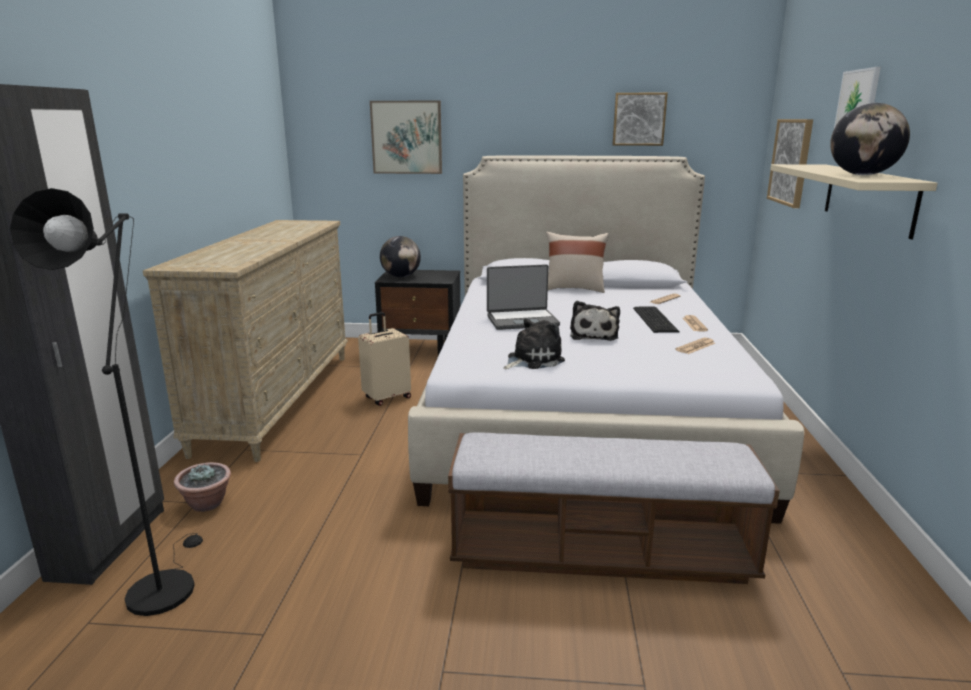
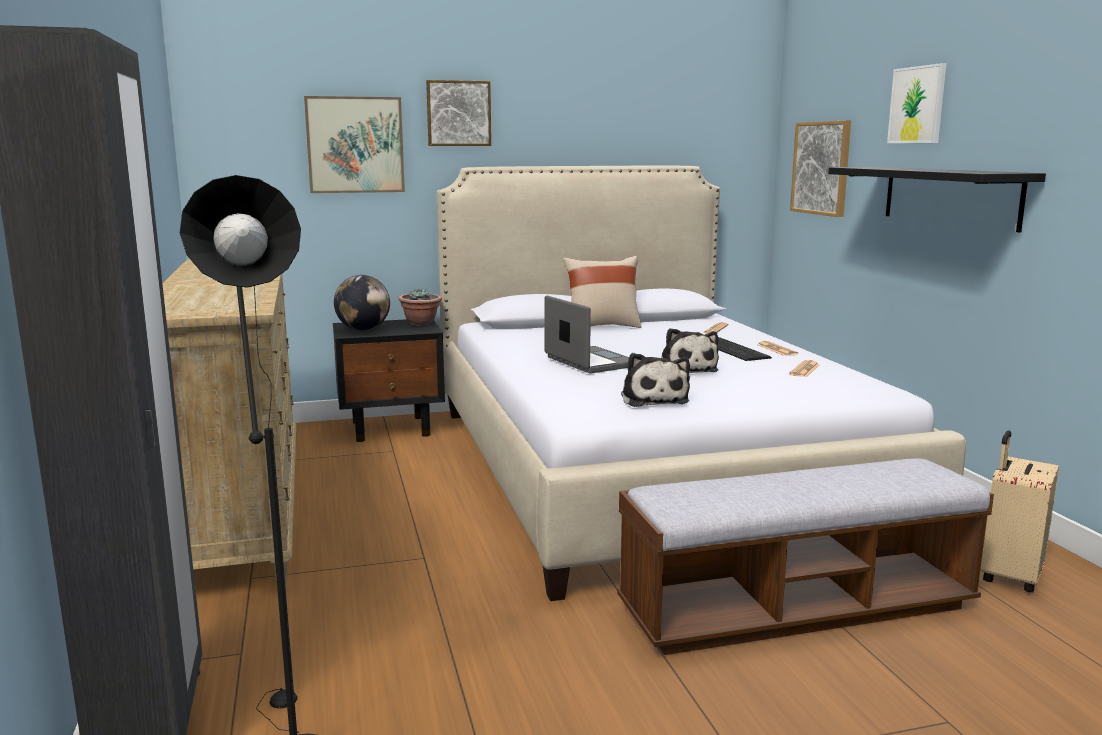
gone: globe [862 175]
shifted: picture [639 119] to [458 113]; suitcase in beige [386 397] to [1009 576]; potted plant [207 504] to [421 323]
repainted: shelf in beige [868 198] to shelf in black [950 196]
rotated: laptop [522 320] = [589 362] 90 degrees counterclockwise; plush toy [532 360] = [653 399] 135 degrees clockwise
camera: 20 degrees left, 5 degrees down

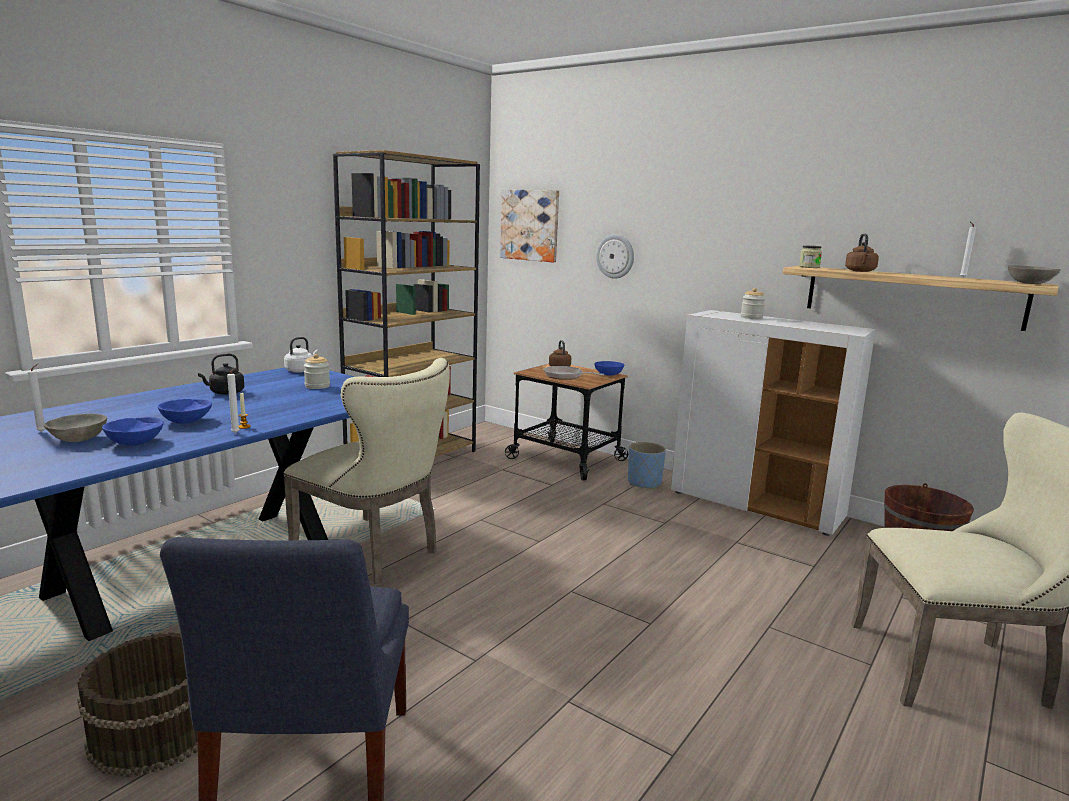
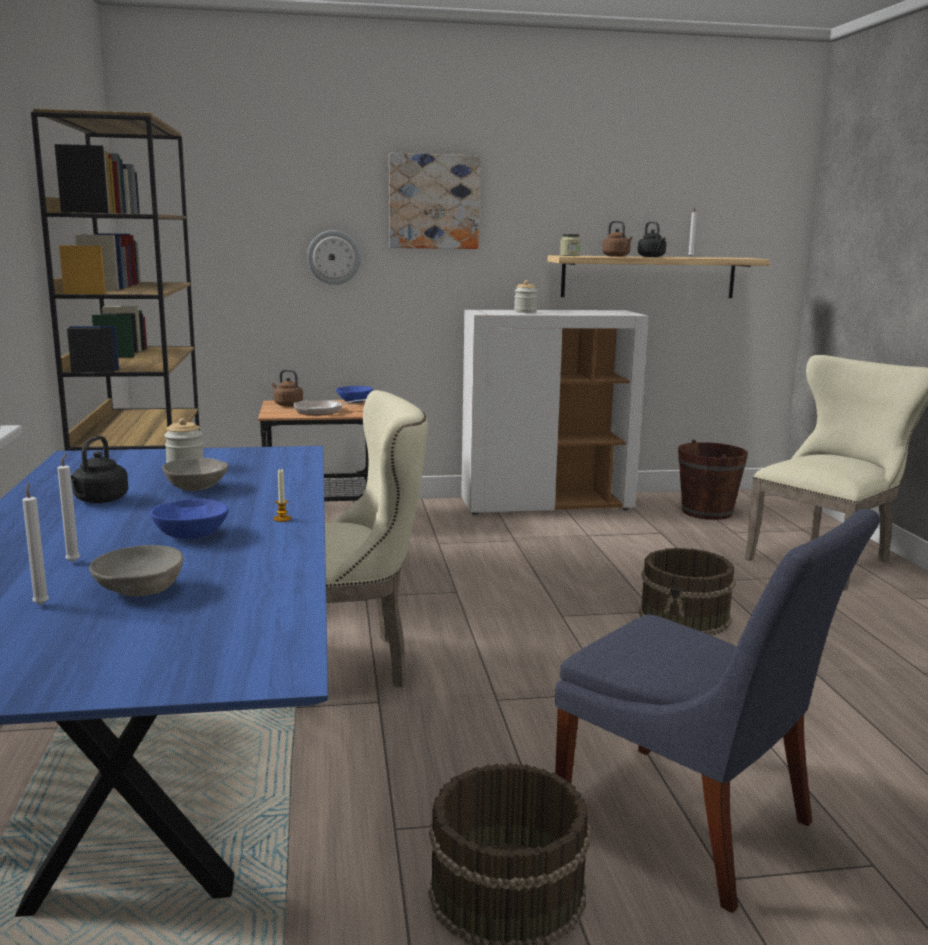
gone: kettle in white [301 370]; bowl in blue [134 443]; planter in blue [644 483]
new: kettle in black [652 256]; bucket in brown [685 617]
shifted: picture [530 225] to [433 202]; bowl in grey [1029 283] to [196 488]; candle in white [237 433] to [74 561]
camera: 45 degrees left, 0 degrees up

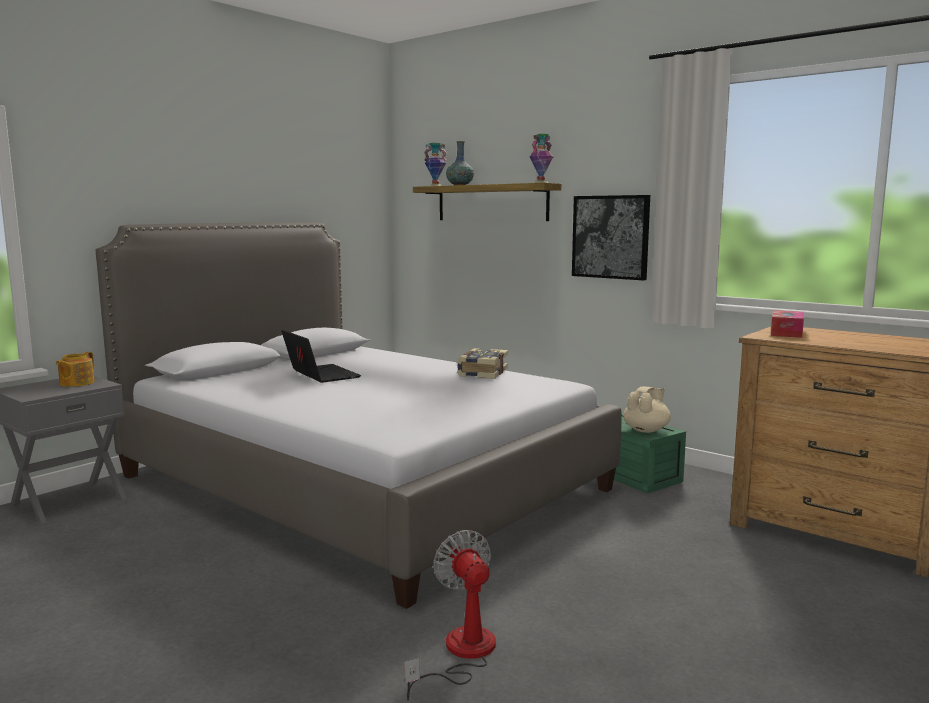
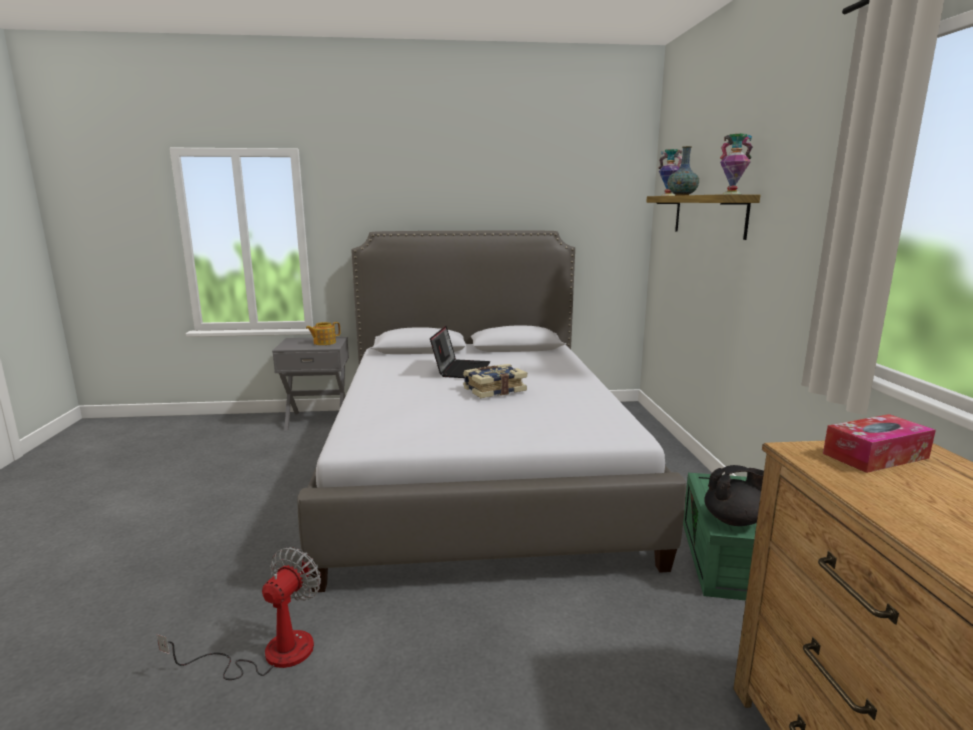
gone: picture [610 237]
shifted: book [481 373] to [494 390]
repainted: teapot in beige [646 430] to teapot in black [734 520]
camera: 45 degrees right, 5 degrees up

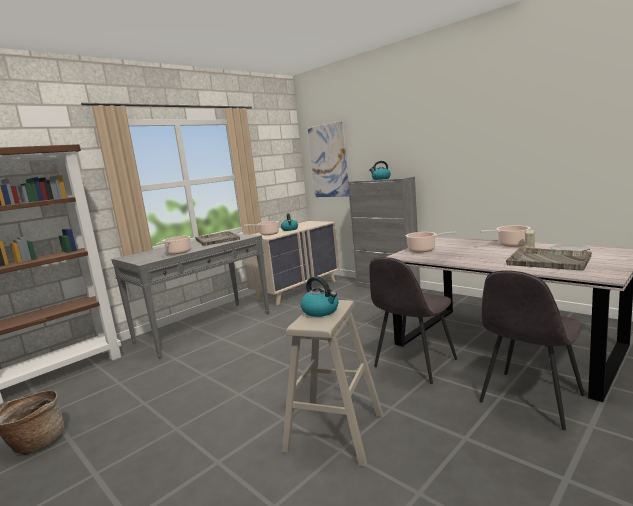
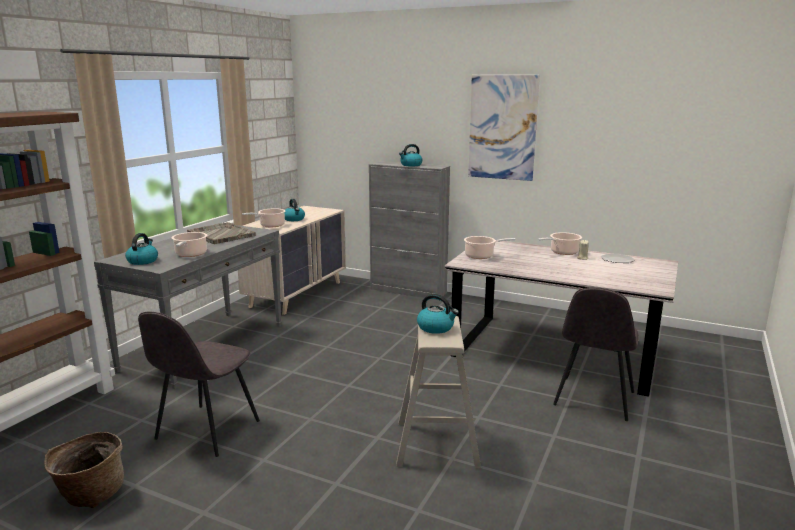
gone: tray in grey [547 260]
new: kettle [143 261]
shifted: picture [328 161] to [502 127]; chair in grey [414 364] to [206 431]
camera: 20 degrees left, 5 degrees up

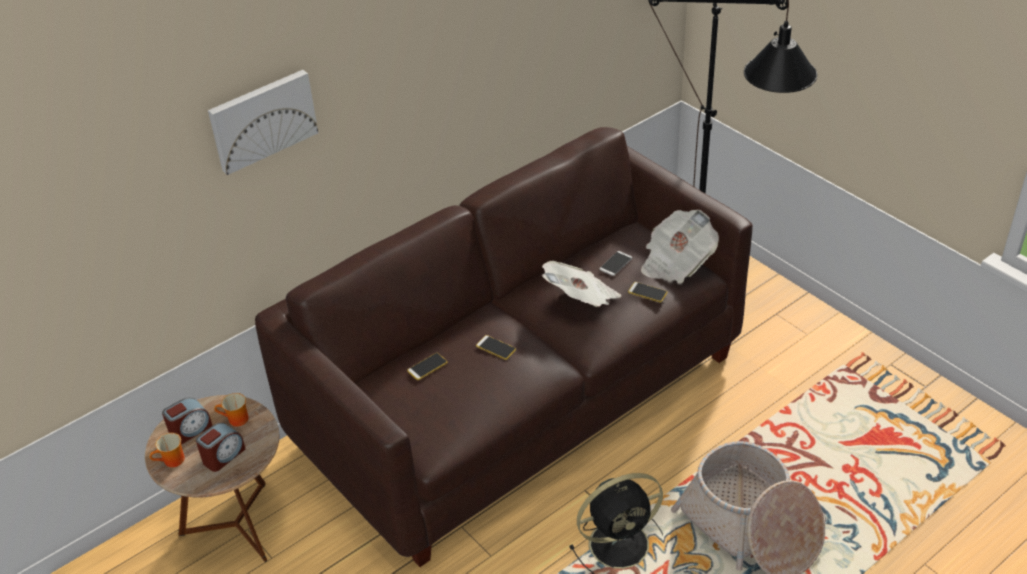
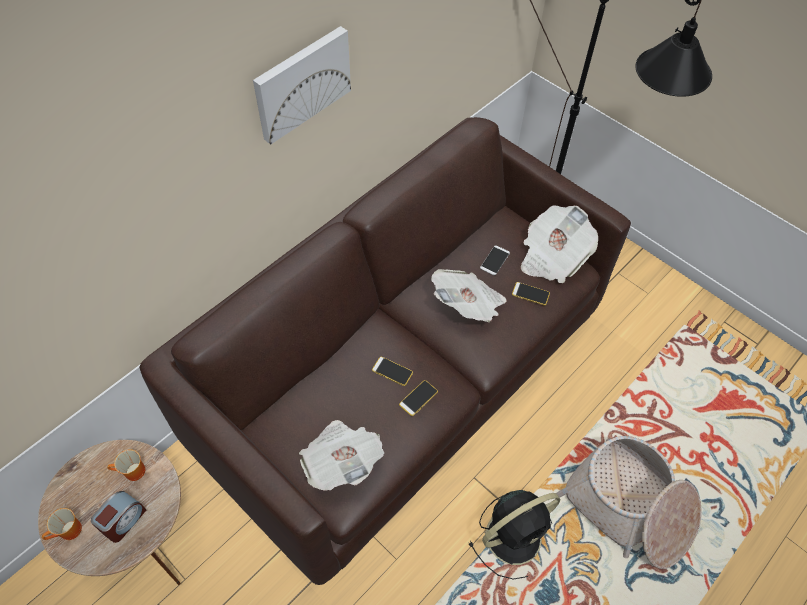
gone: alarm clock [190 430]
new: newspaper [341 461]
shifted: picture [262 119] to [301 83]; phone [427 367] to [418 398]
camera: 10 degrees left, 15 degrees up

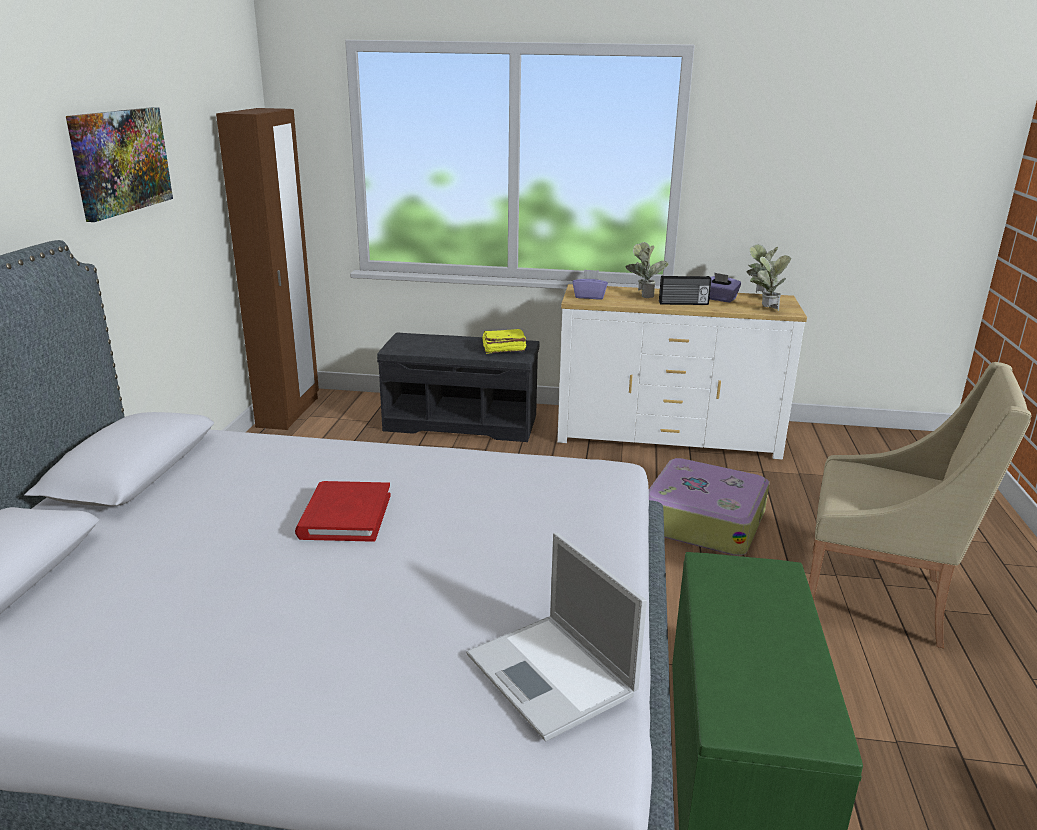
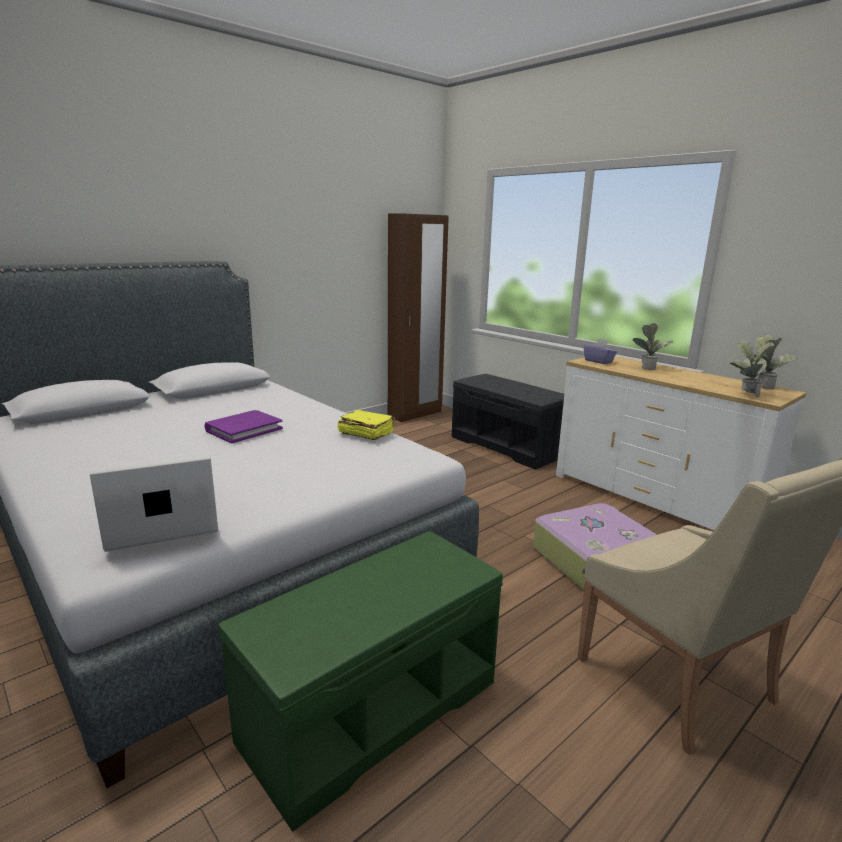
gone: picture [120 161]; tissue box in purple [719 299]; radio [683 303]
shifted: book in yellow [503 349] to [365 434]
repainted: book in red [345 516] to book in purple [244 429]
rotated: laptop [552 676] = [160 525] 60 degrees clockwise
camera: 40 degrees right, 5 degrees down

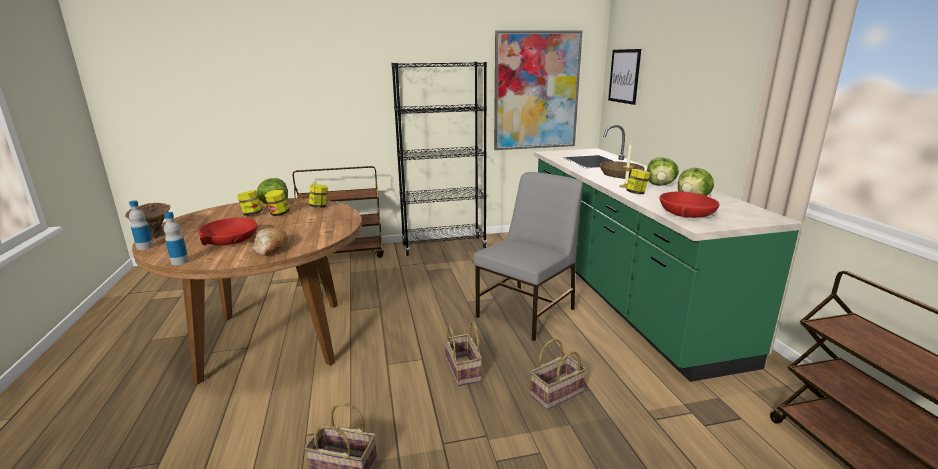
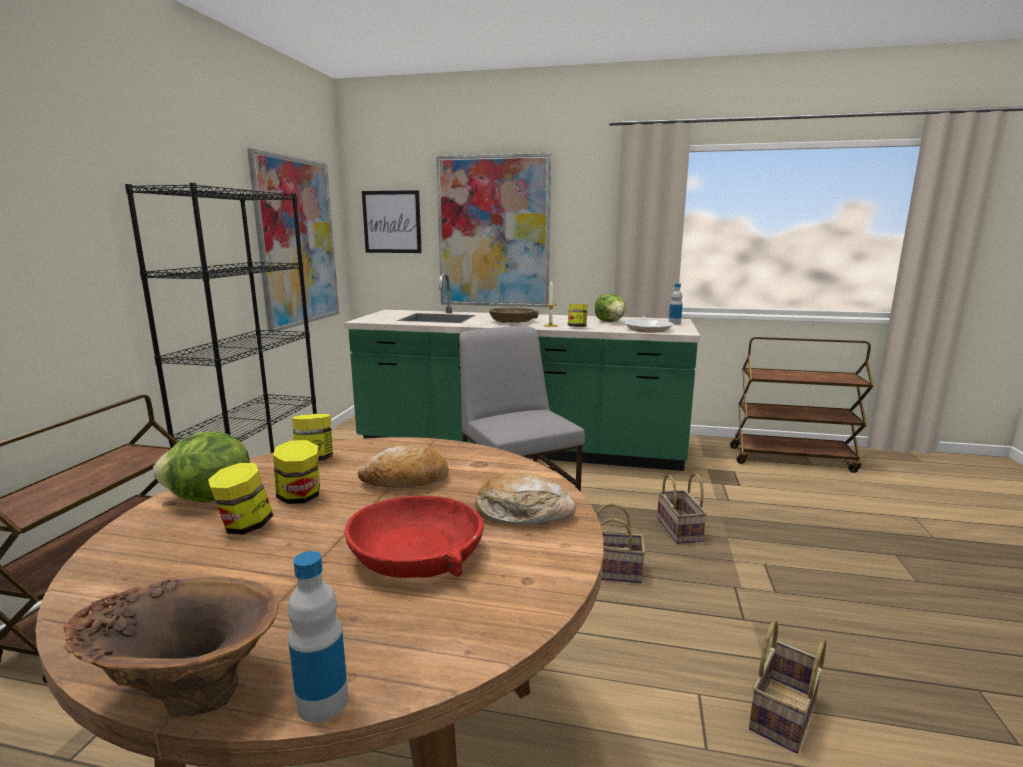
gone: lettuce [660 185]
new: picture [493 232]; bread [406 481]
shifted: bottle [180 262] to [674 323]
swapped: bowl in red [686 213] to frying pan [648 328]
camera: 65 degrees left, 5 degrees down

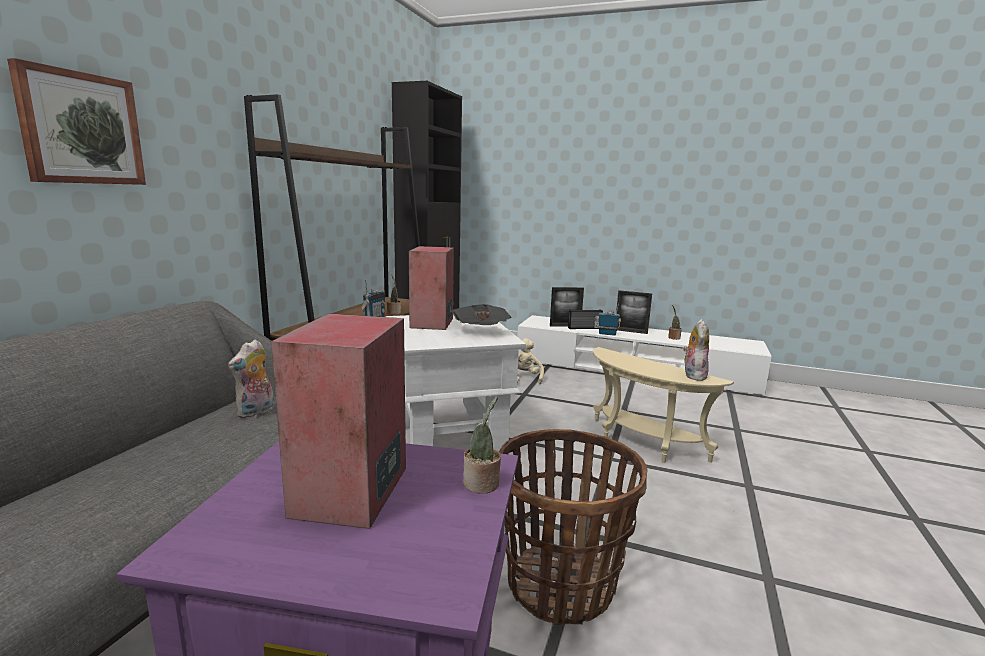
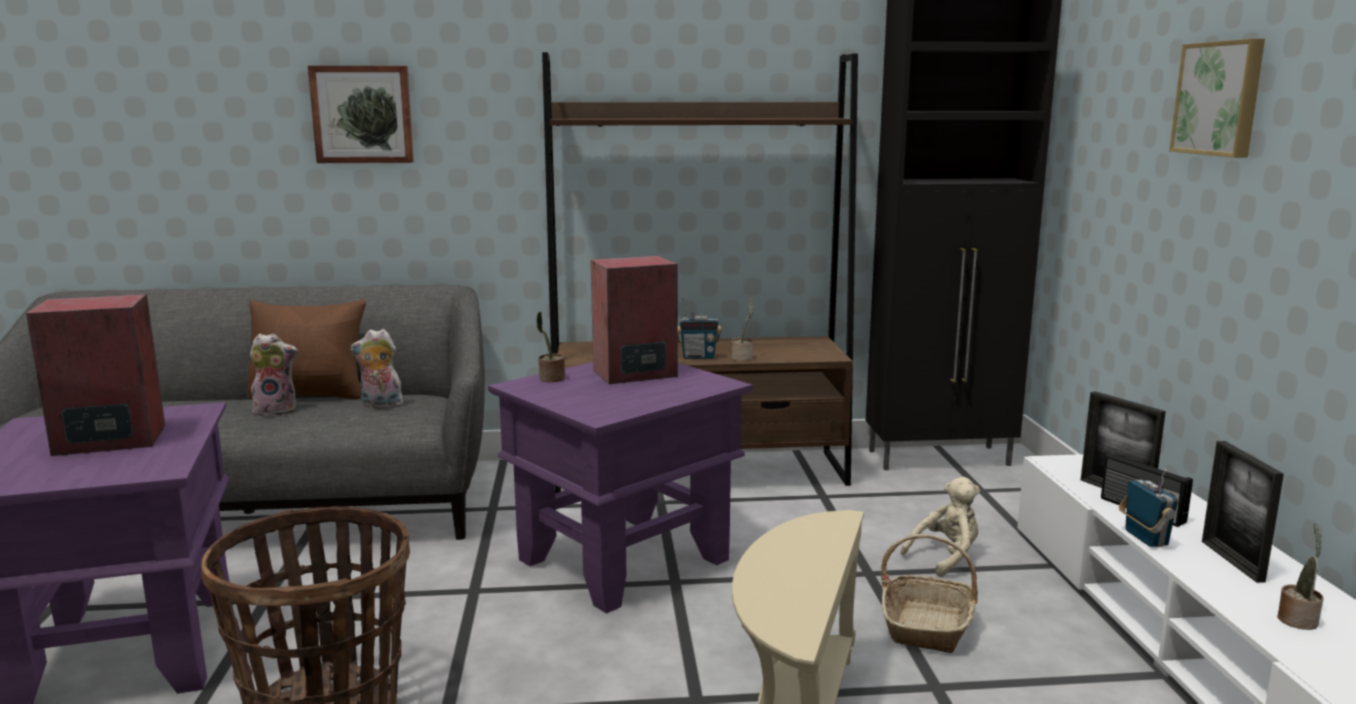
gone: newspaper [481 332]
new: picture [1220 98]; pillow in brown [310 394]; basket [927 625]
shifted: plush toy [693 375] to [277 410]; potted plant [482 485] to [550 379]
repainted: side table in white [448 442] to side table in purple [622 559]
camera: 65 degrees right, 0 degrees up

